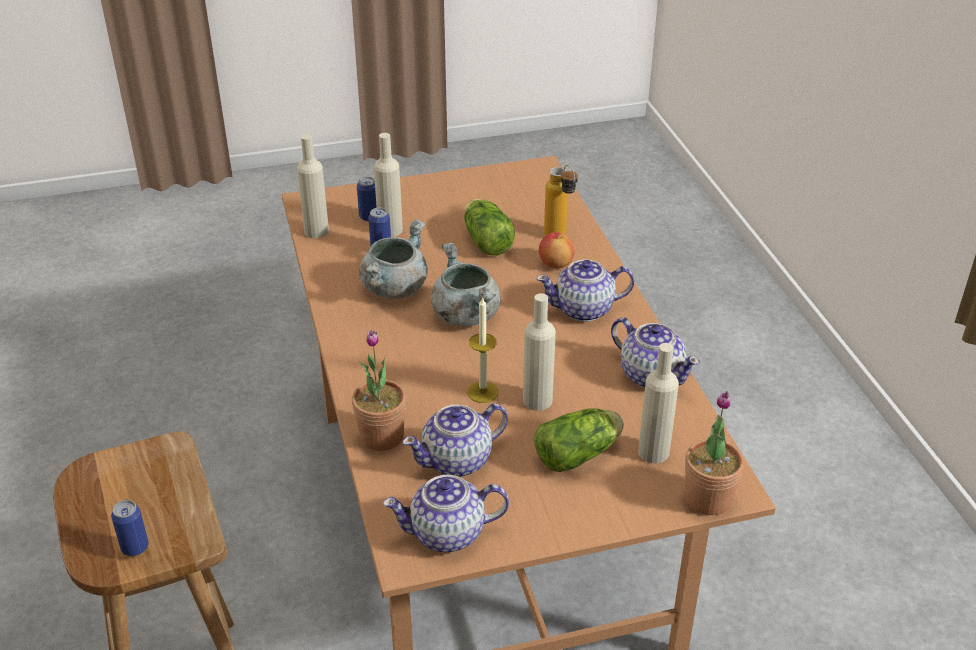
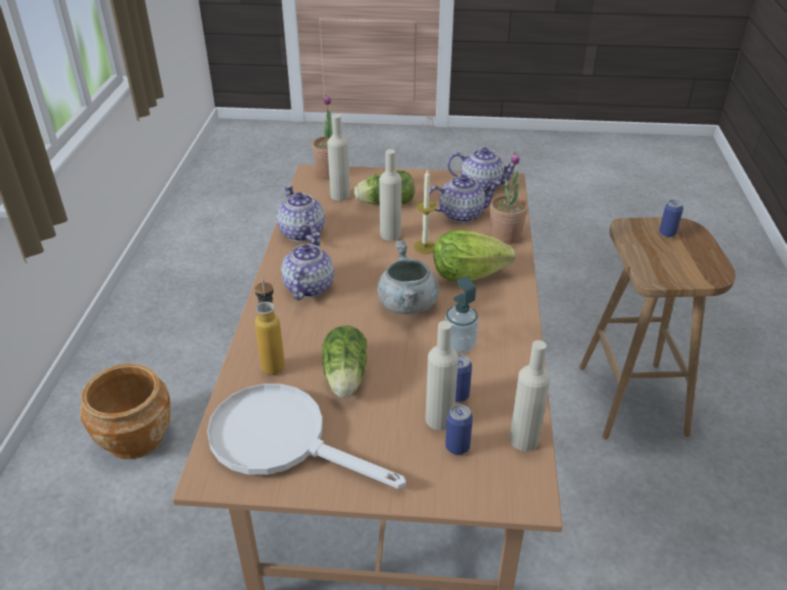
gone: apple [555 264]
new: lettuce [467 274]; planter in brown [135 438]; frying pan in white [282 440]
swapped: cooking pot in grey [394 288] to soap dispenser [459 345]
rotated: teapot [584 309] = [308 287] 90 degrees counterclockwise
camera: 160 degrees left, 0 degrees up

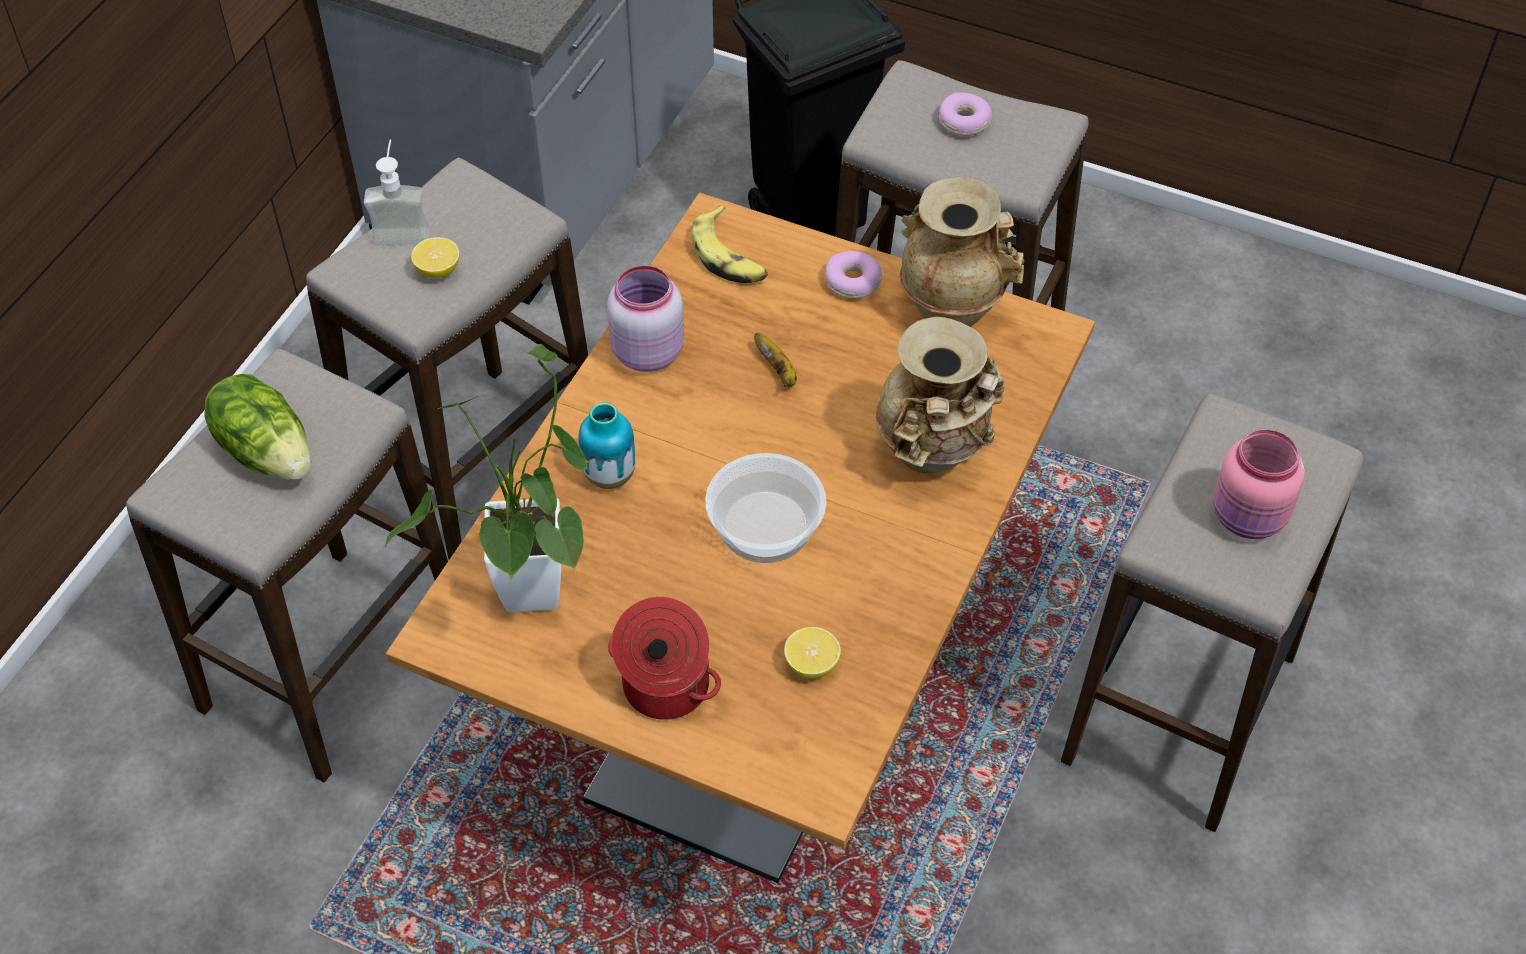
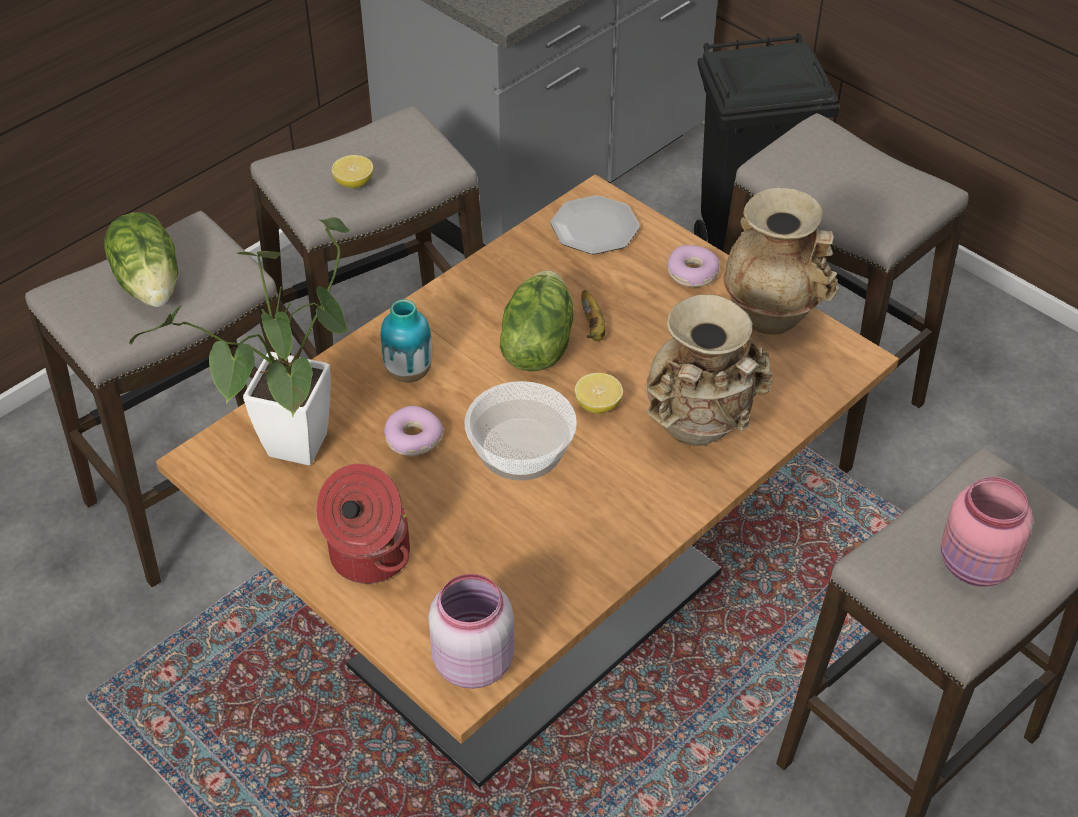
gone: soap dispenser [402 228]
new: lettuce [536 345]
shifted: donut [964 122] to [413 439]; jar in pink [646 351] to [471 661]; lemon [811 664] to [598 405]
swapped: banana [729 256] to plate [595 228]
camera: 20 degrees right, 5 degrees down

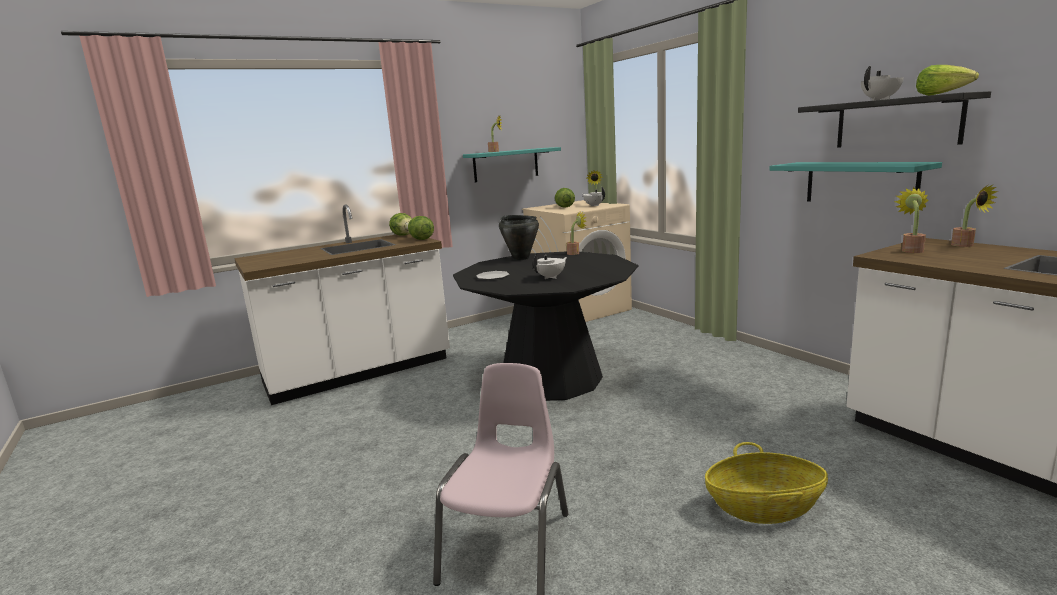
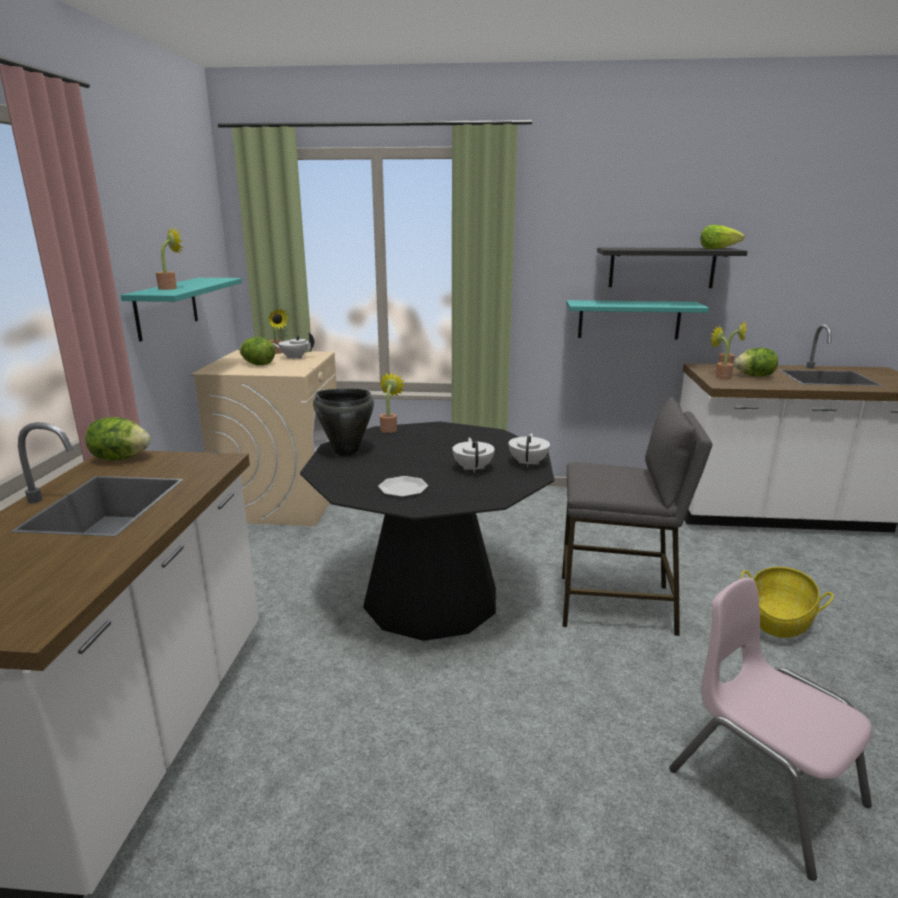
new: stool in grey [617 605]
shifted: teapot in white [880 99] to [528 463]; lettuce [421 239] to [754 376]
camera: 55 degrees left, 5 degrees up

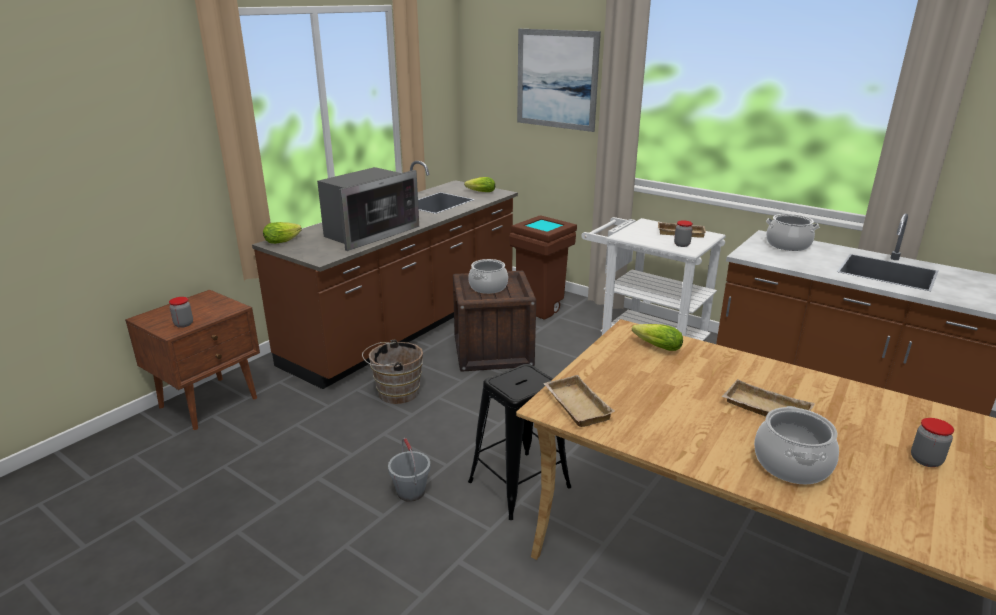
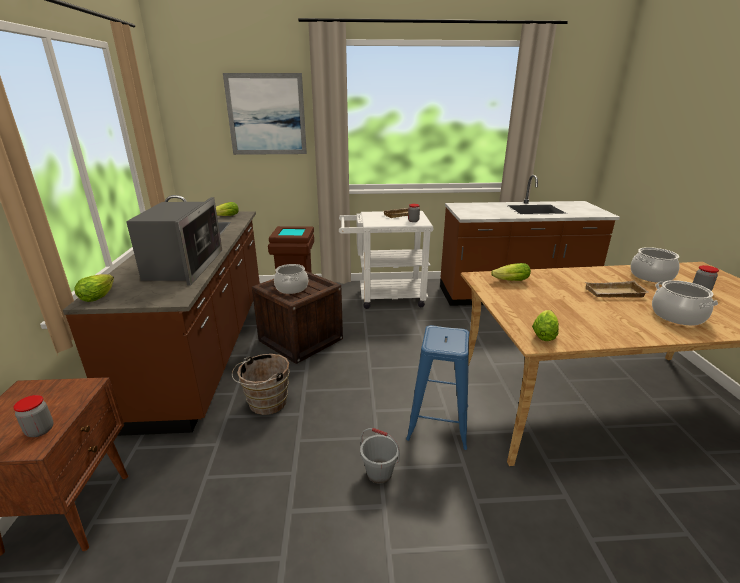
shifted: cooking pot [788 245] to [651 276]
swapped: tray in beige [574 405] to lettuce [545 333]
repainted: stool in black [519 484] to stool in blue [438 422]
camera: 40 degrees left, 0 degrees up

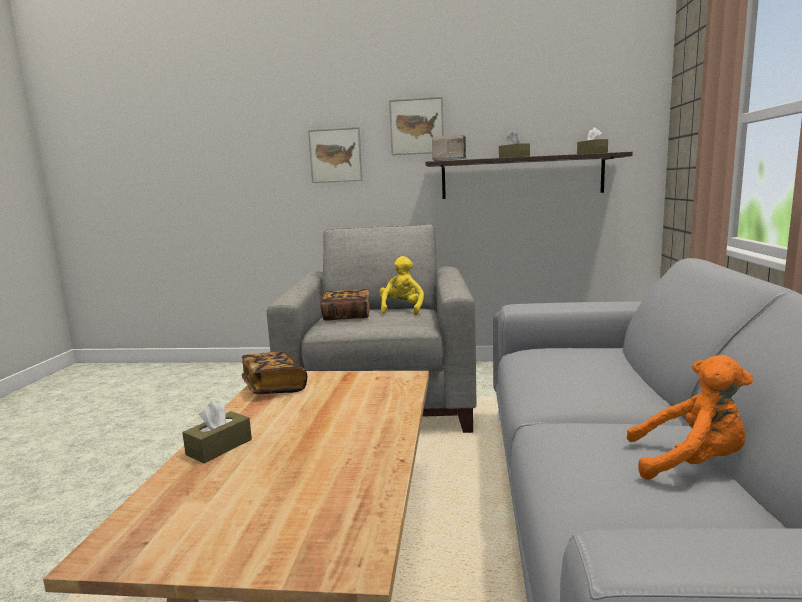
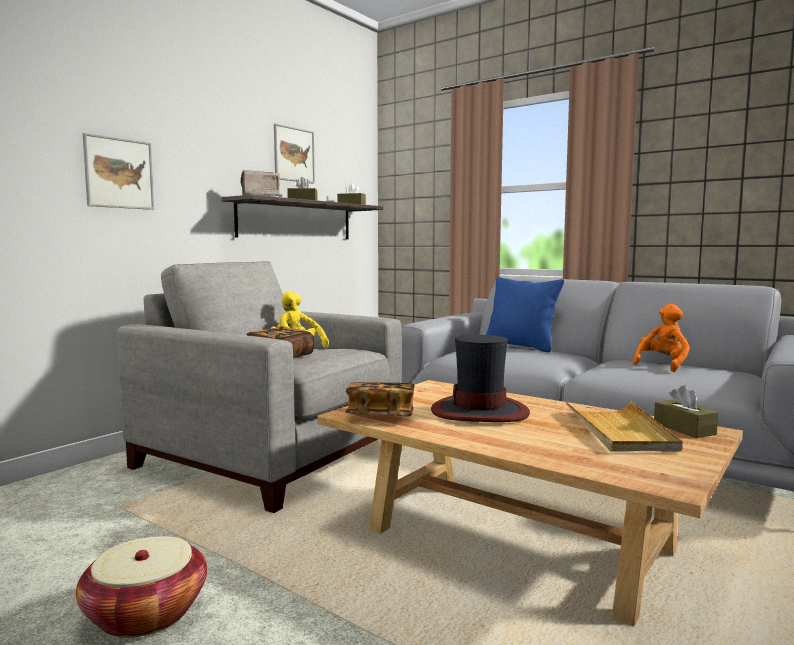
new: pillow in blue [521 346]; hat [480 411]; tray in beige [619 430]; basket [146 613]
shifted: picture [416 126] to [294 154]; tissue box in brown [219 447] to [684 429]
camera: 60 degrees left, 5 degrees down

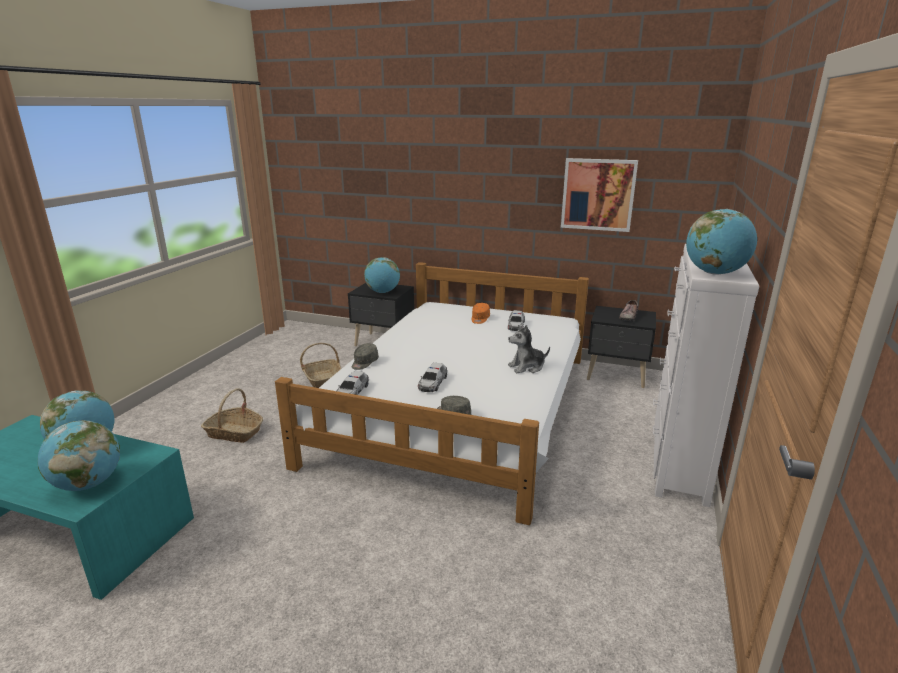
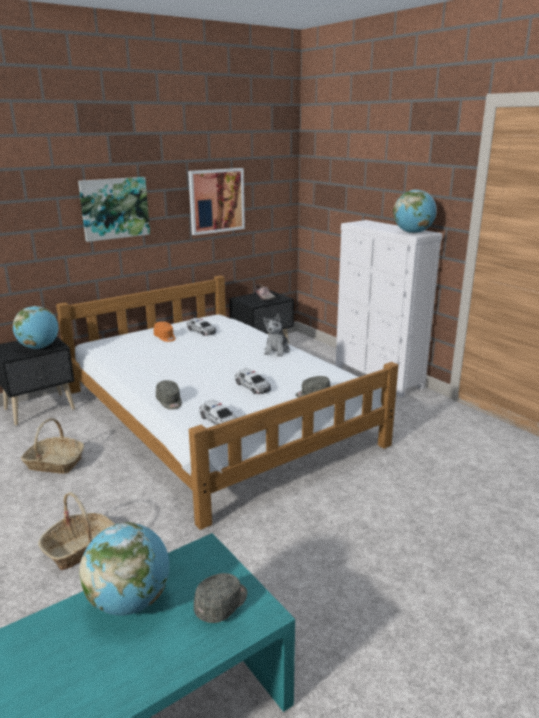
new: picture [114 208]
swapped: globe [88 484] to cap in grey [222 604]
camera: 55 degrees left, 0 degrees up

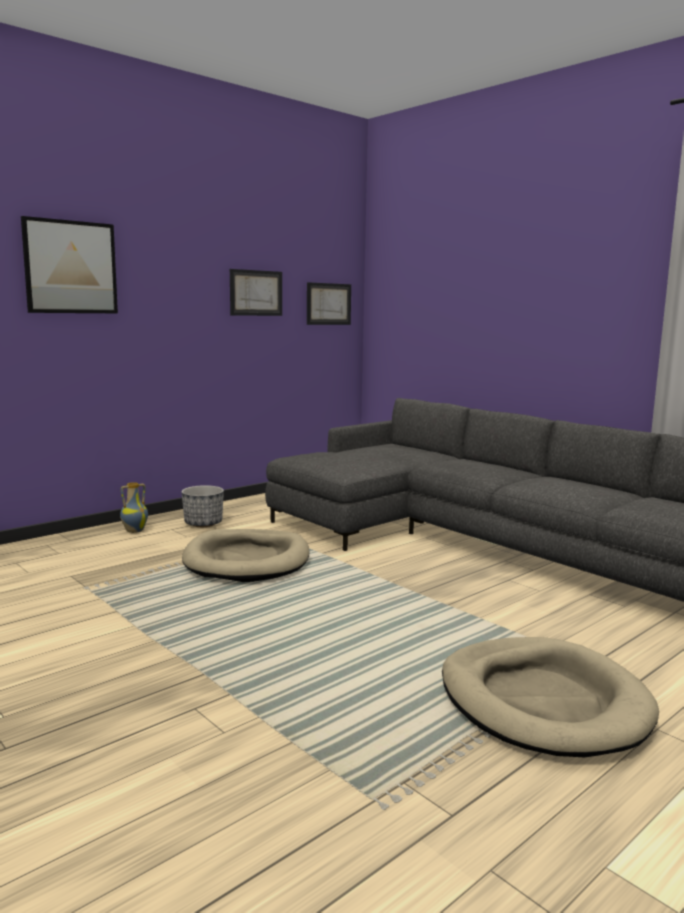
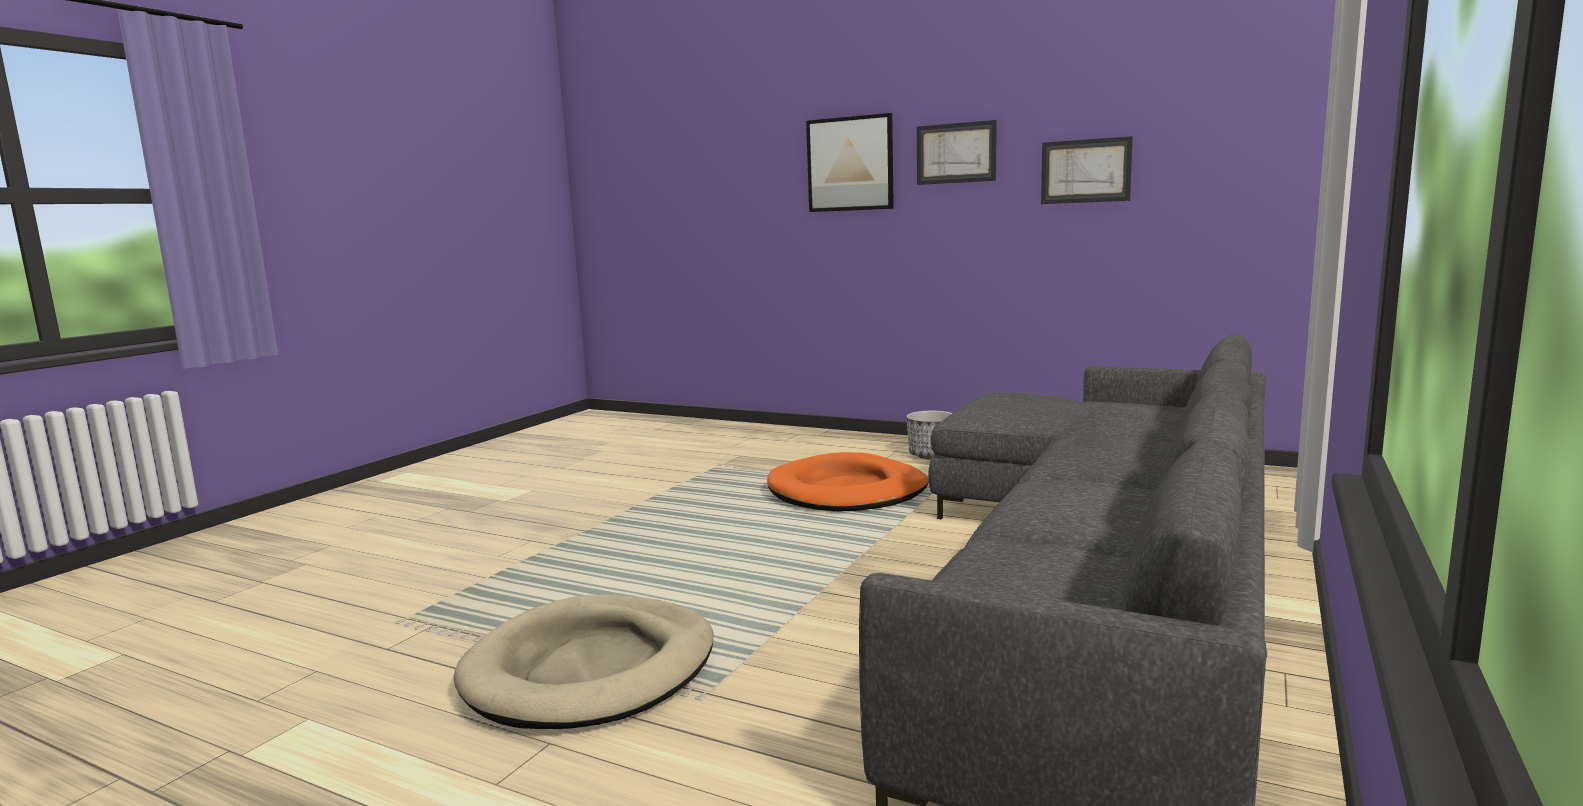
gone: vase [134 531]
shifted: picture [328 304] to [956 153]
repainted: dog bed in beige [247 560] to dog bed in orange [847 491]
camera: 70 degrees right, 0 degrees up

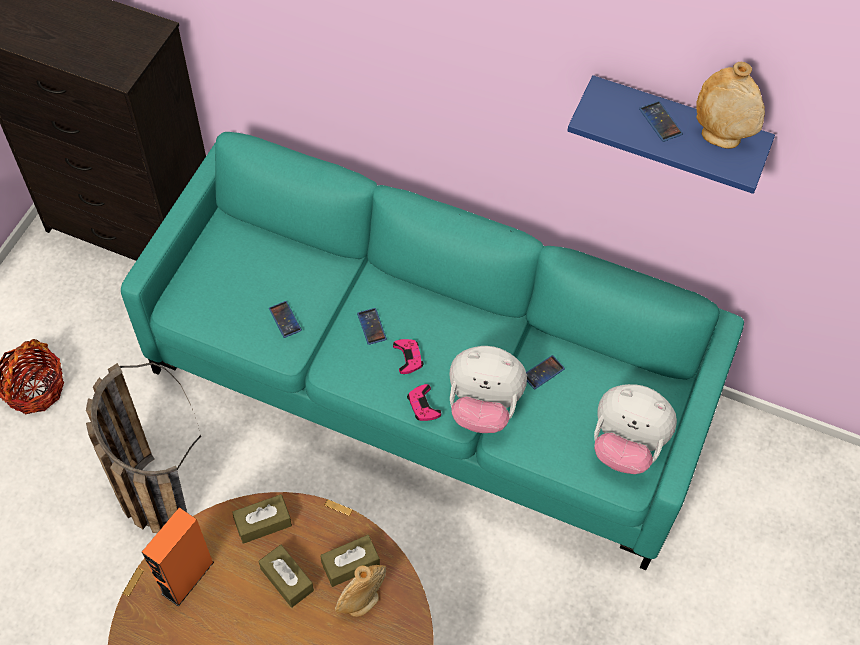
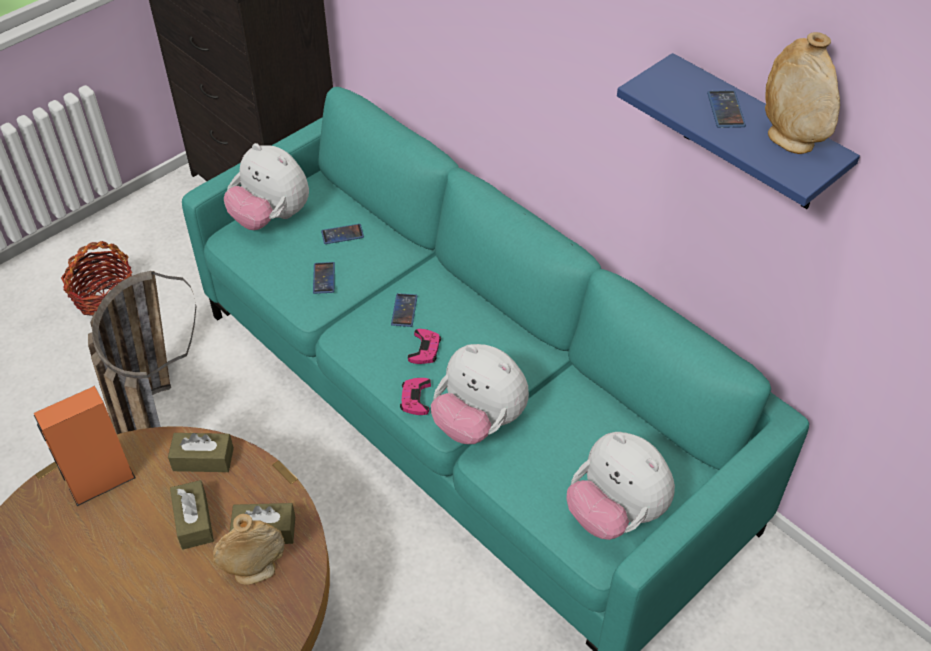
new: plush toy [271 217]
shifted: phone [543 372] to [342 234]
camera: 25 degrees right, 10 degrees down

